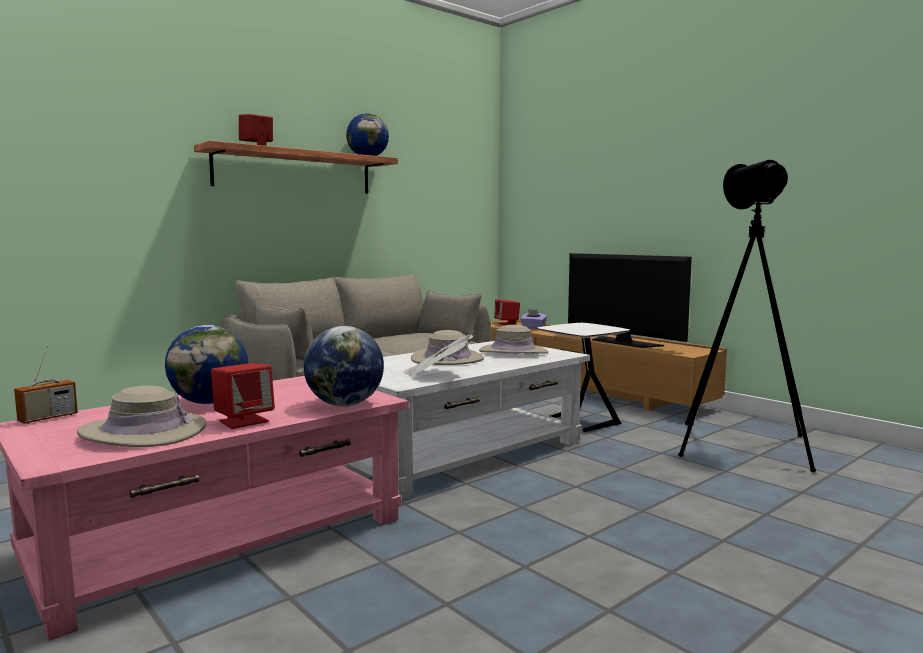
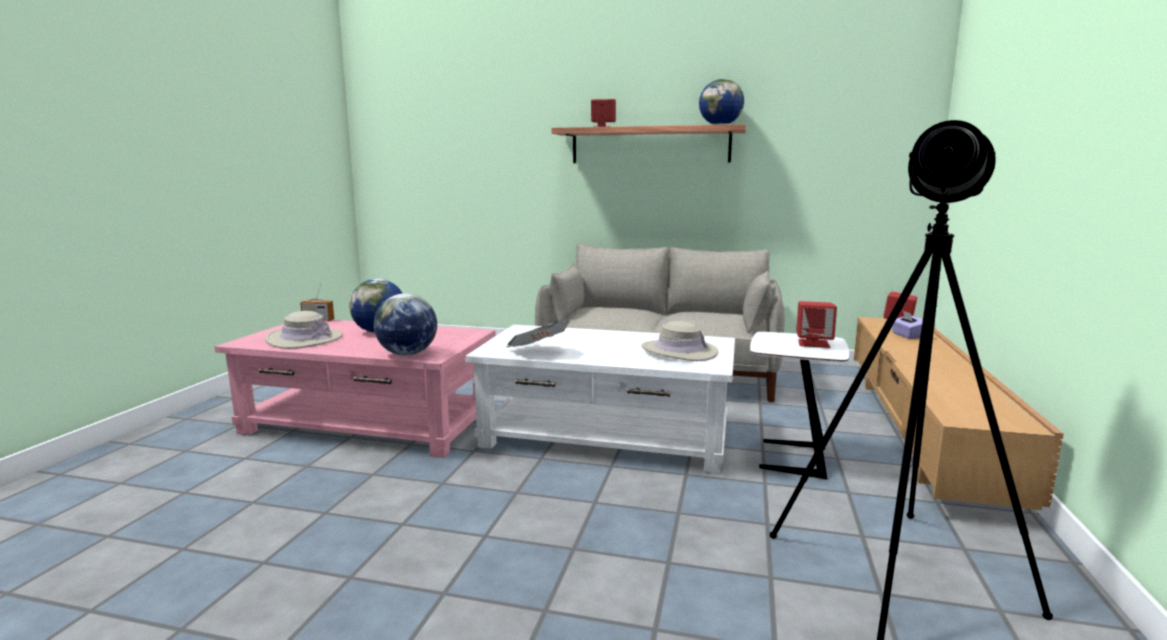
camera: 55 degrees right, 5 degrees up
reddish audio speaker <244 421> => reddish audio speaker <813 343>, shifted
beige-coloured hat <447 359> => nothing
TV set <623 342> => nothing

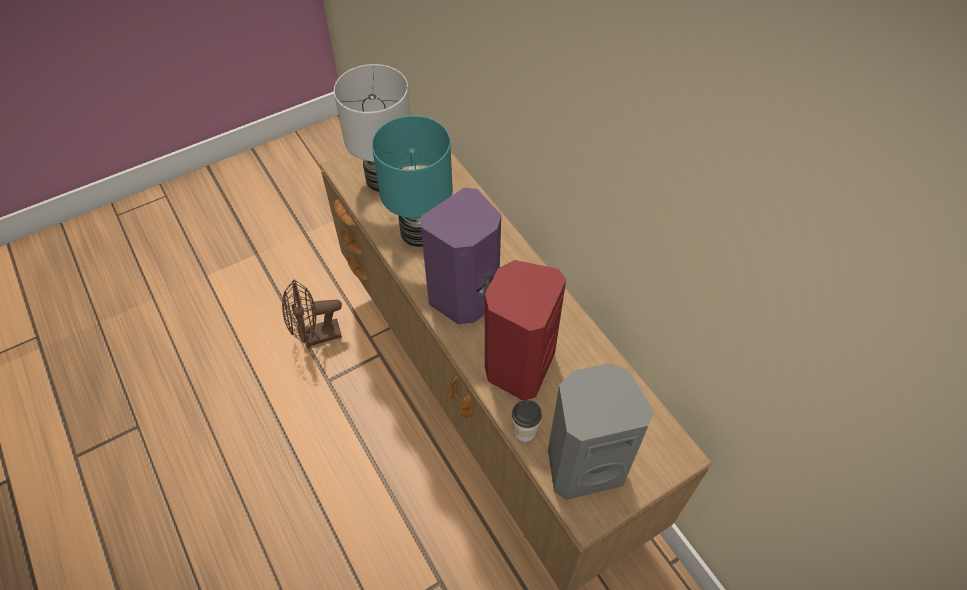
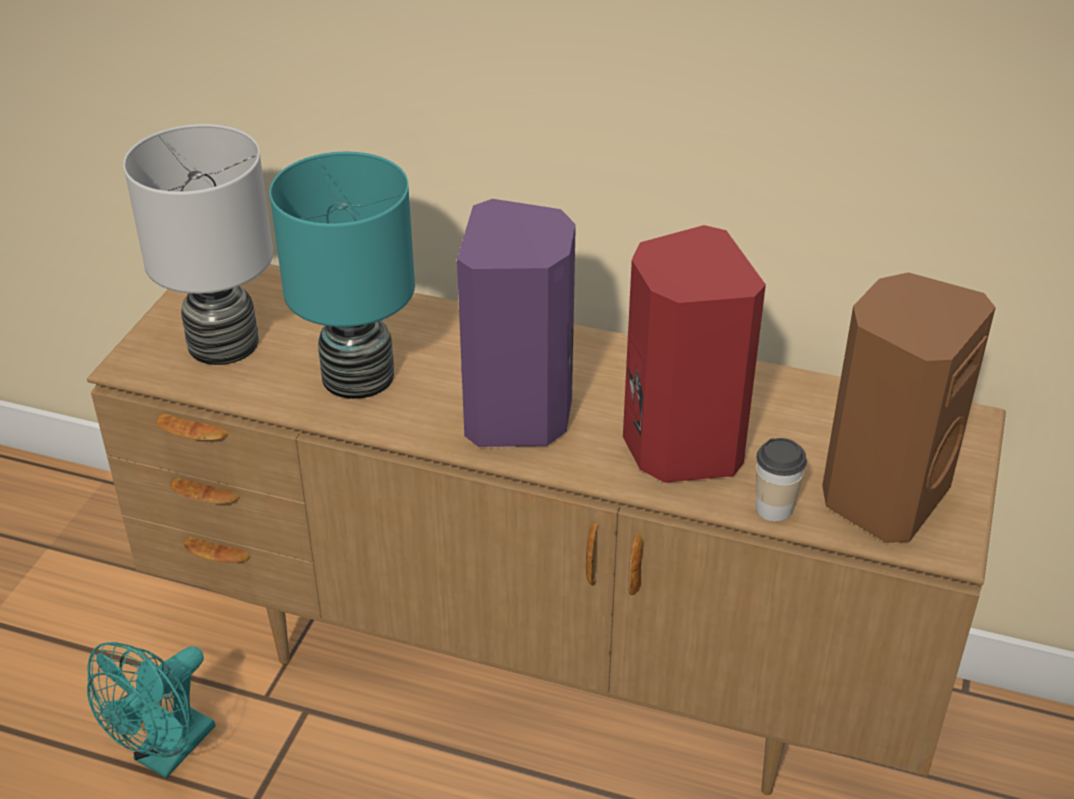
camera: 40 degrees left, 15 degrees down
brownish cooling fan <316 336> => blue-green cooling fan <167 754>
grey audio speaker <584 463> => brownish audio speaker <881 496>

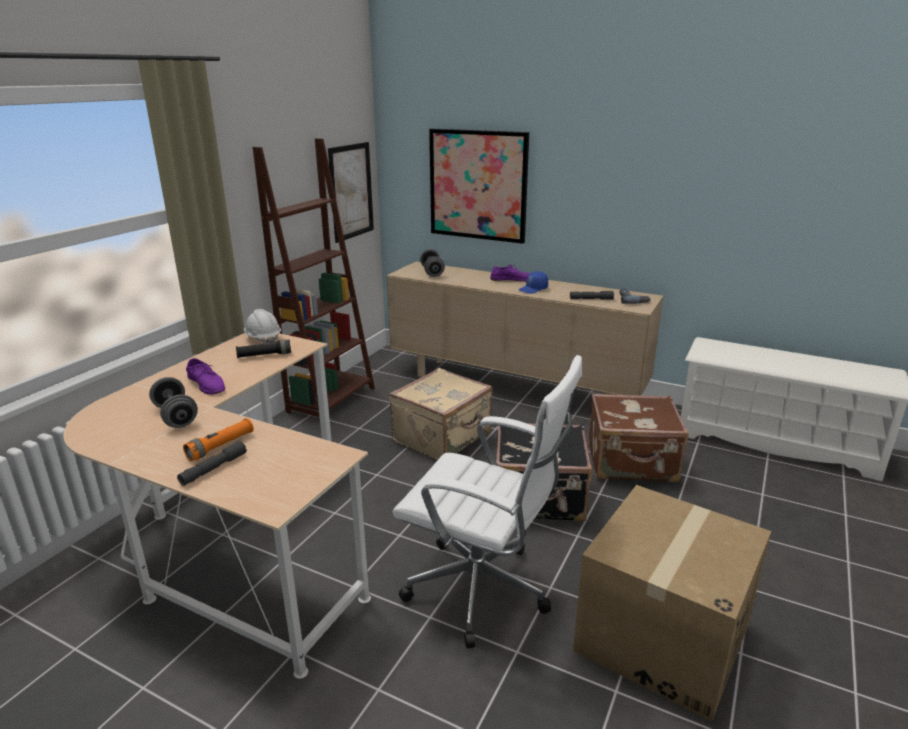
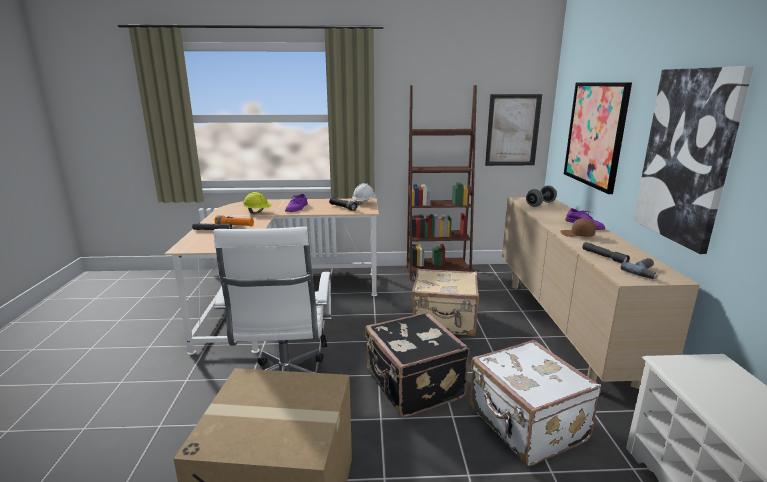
camera: 60 degrees right, 5 degrees down
grey dumbbell <176 416> => yellow-coloured work helmet <258 212>
blue peaked cap <533 289> => brownish peaked cap <577 235>
brownish travel case <632 463> => white travel case <526 425>
nothing => picture <686 156>

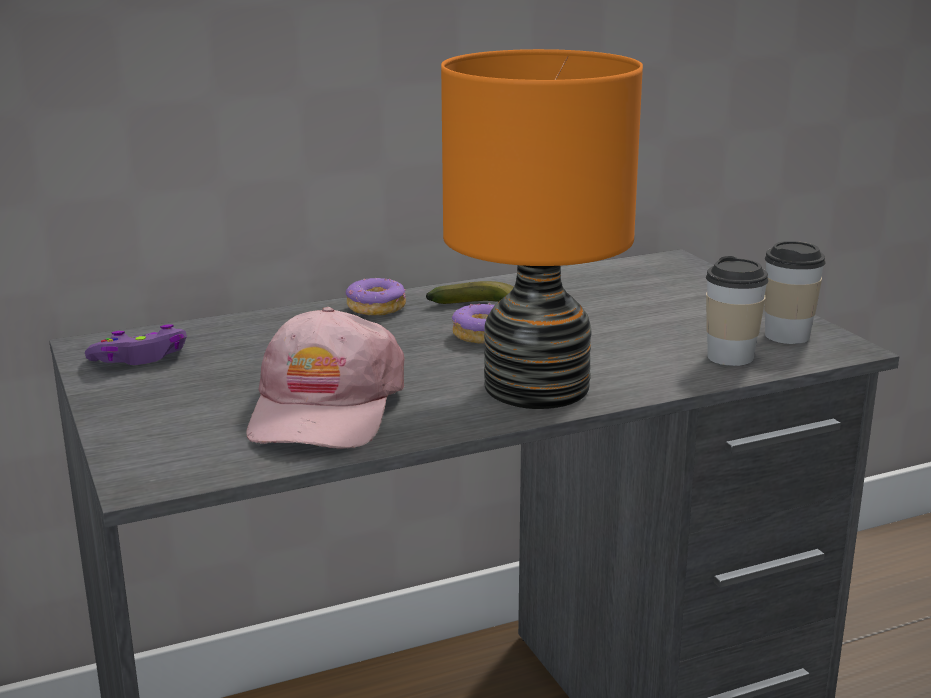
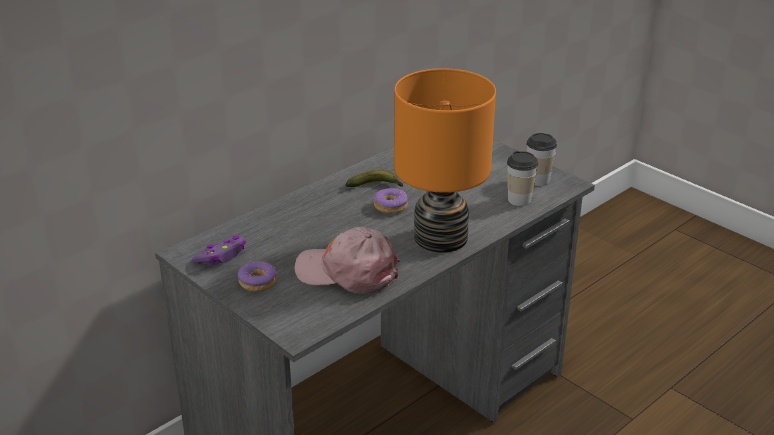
camera: 20 degrees left, 10 degrees up
pink peaked cap <325 408> => pink peaked cap <348 272>, 120 degrees clockwise
ring doughnut <376 308> => ring doughnut <258 282>, shifted

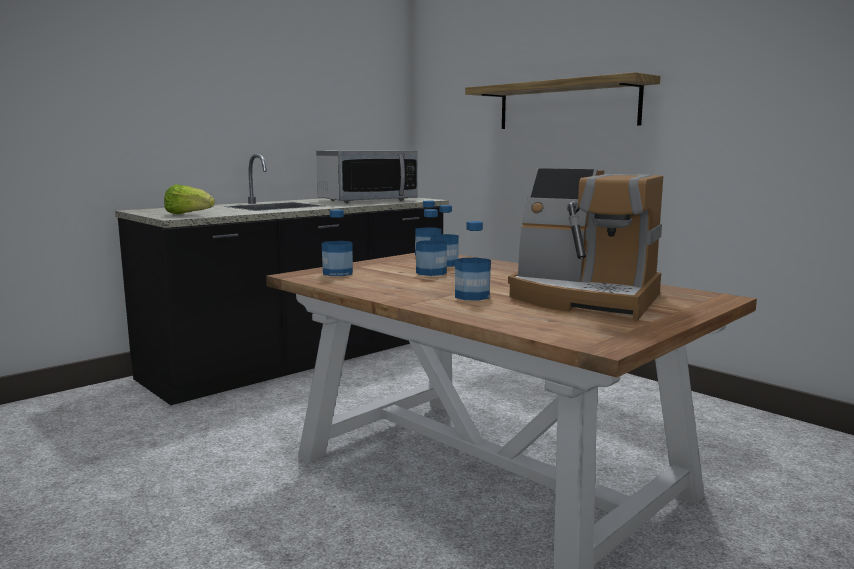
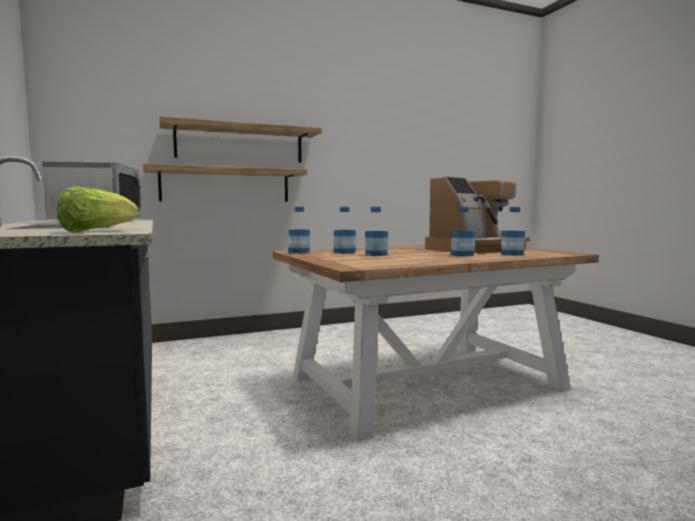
camera: 70 degrees left, 5 degrees down
beverage bottle <338 273> => beverage bottle <512 254>, shifted
nothing => bracket shelf <226 185>

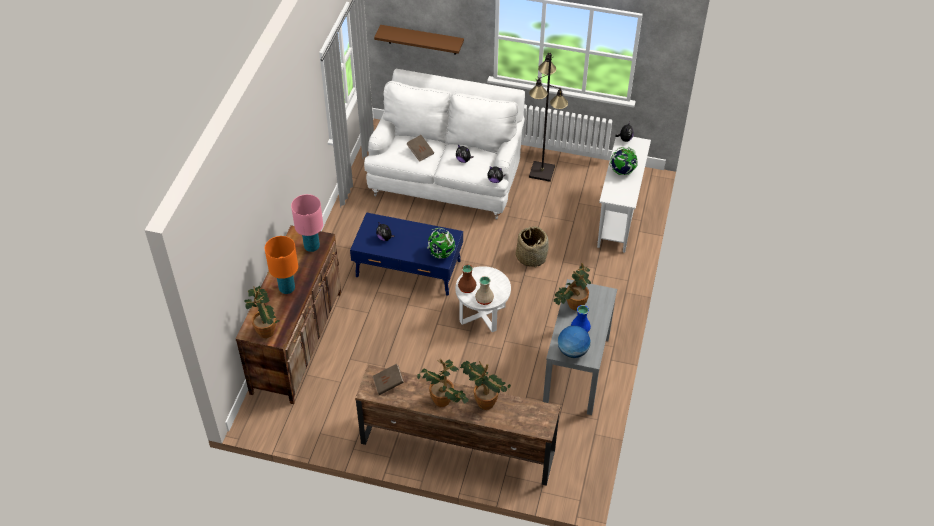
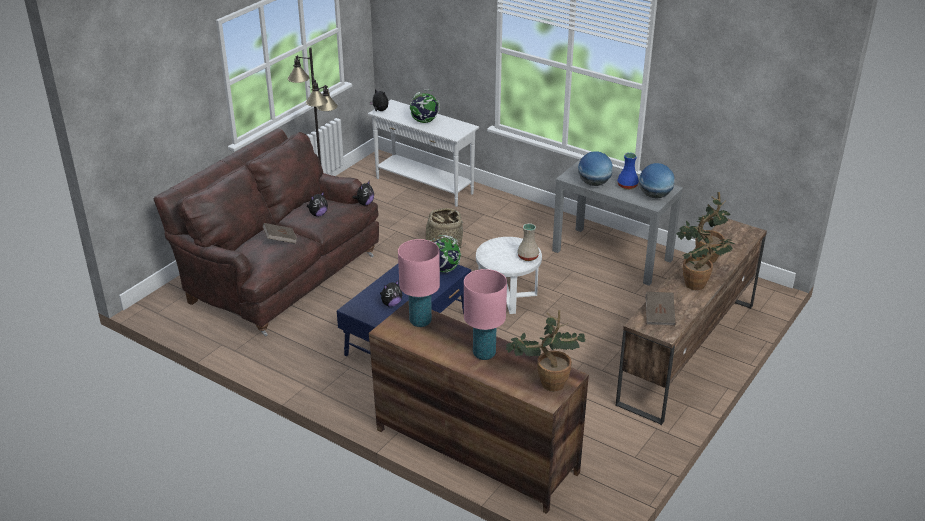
camera: 70 degrees left, 15 degrees down
orangey table lamp <287 288> => pink table lamp <484 354>
white couch <447 176> => brownish couch <278 275>
brownish bracket shelf <422 40> => nothing
brownish flower vase <466 288> => nothing
houseplant <572 306> => globe <594 183>

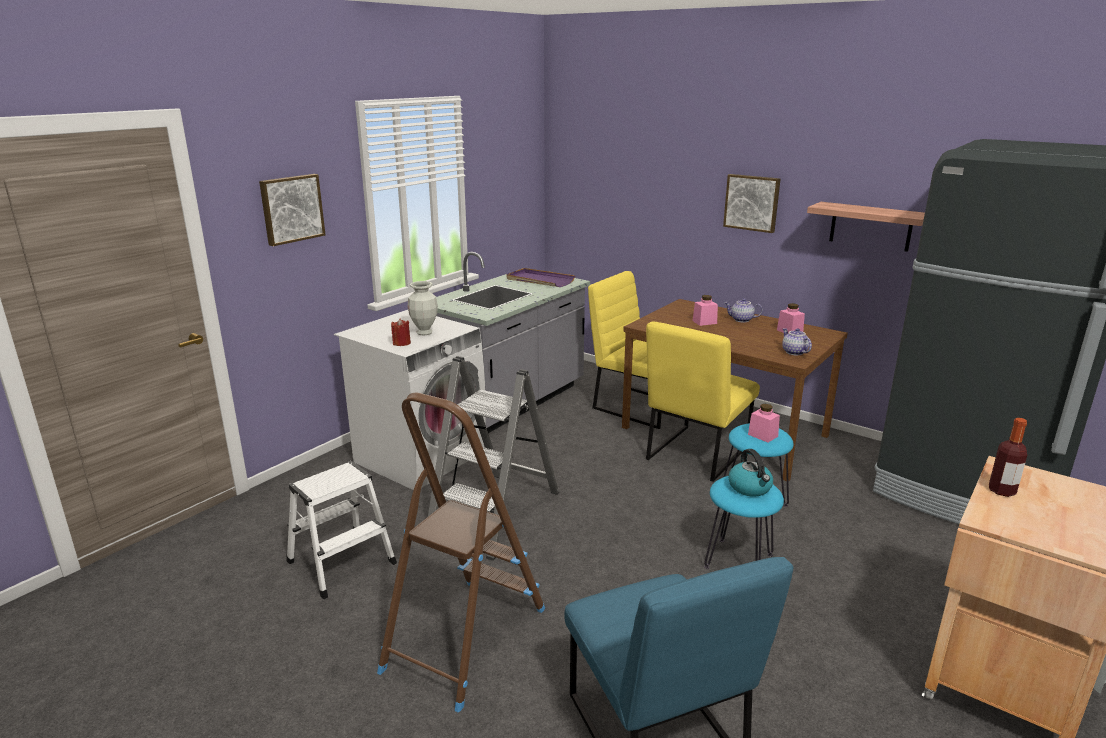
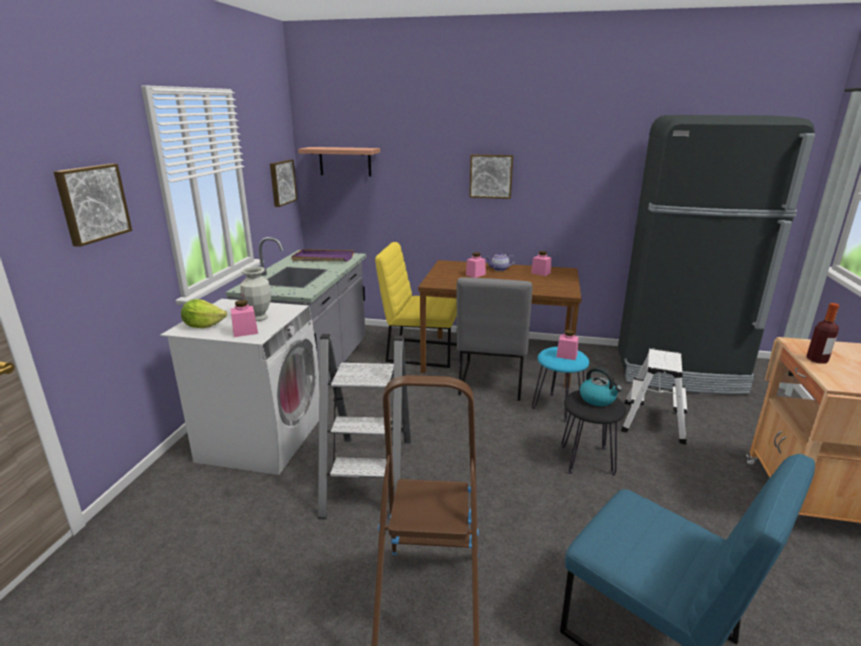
camera: 25 degrees left, 0 degrees up
white stepladder <341 562> => white stepladder <653 422>, shifted
reddish wax candle <401 343> => pink preserve jar <245 332>
yellow-coloured upright chair <695 453> => grey upright chair <491 381>
blue-green stool <738 561> => blackish stool <587 460>
tea pot <793 352> => nothing
bracket shelf <870 226> => bracket shelf <345 161>, shifted
nothing => lettuce head <203 326>
nothing => picture <281 182>

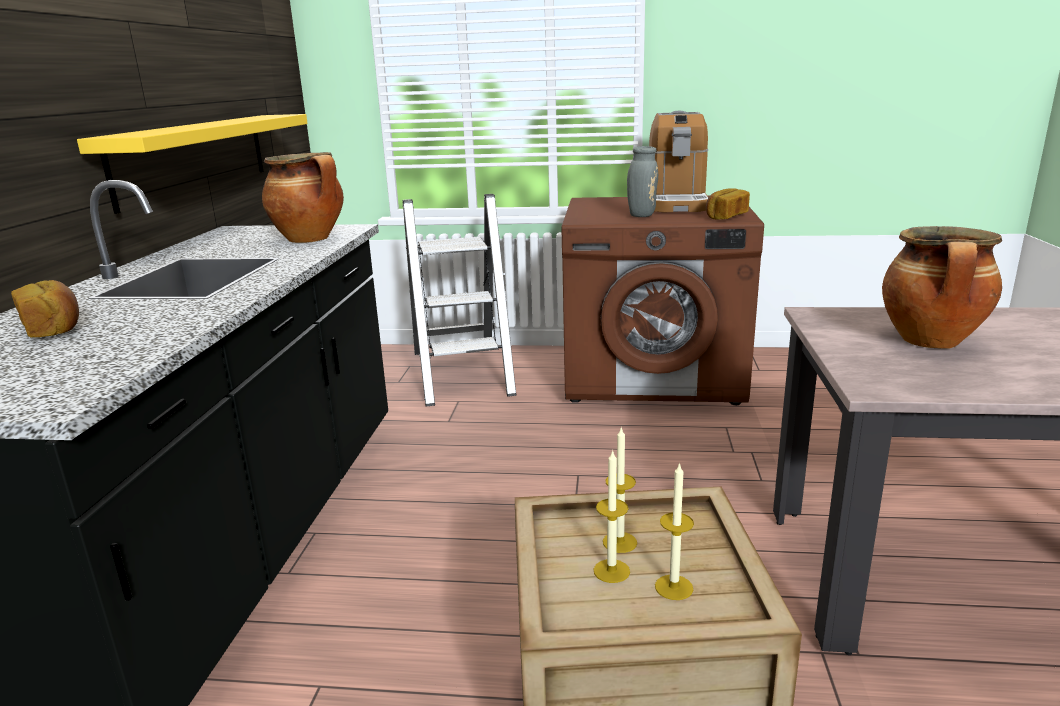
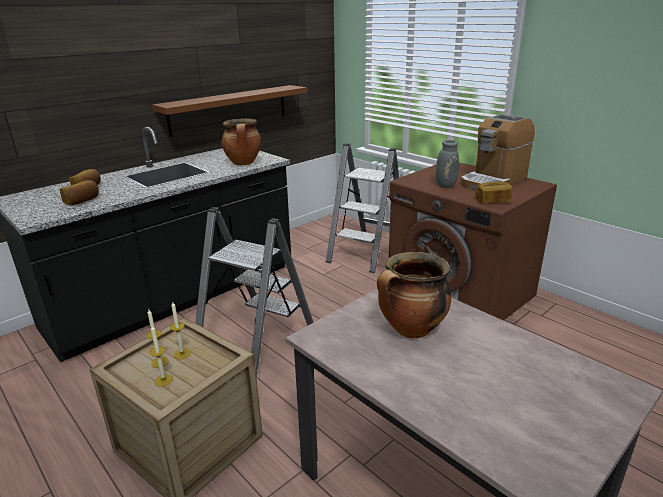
camera: 40 degrees right, 5 degrees up
yellow-coloured bracket shelf <194 157> => brownish bracket shelf <229 109>
nothing => baked bread <82 201>
nothing => grey stepladder <255 352>

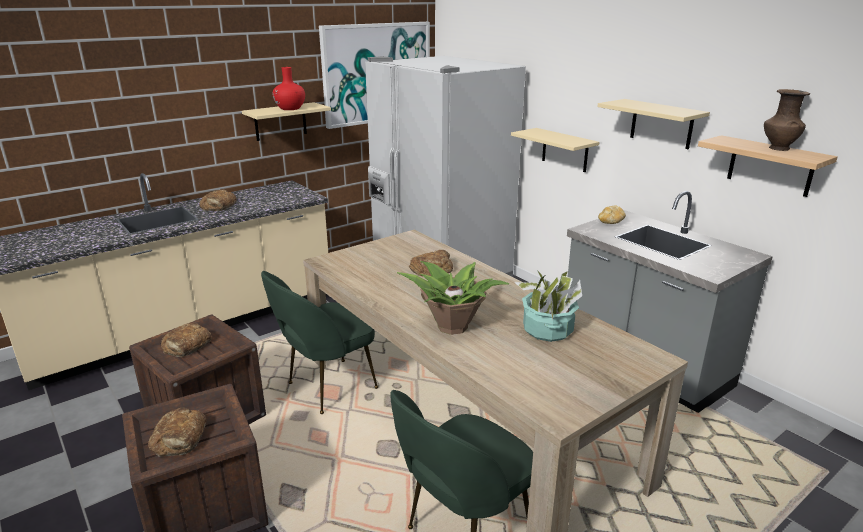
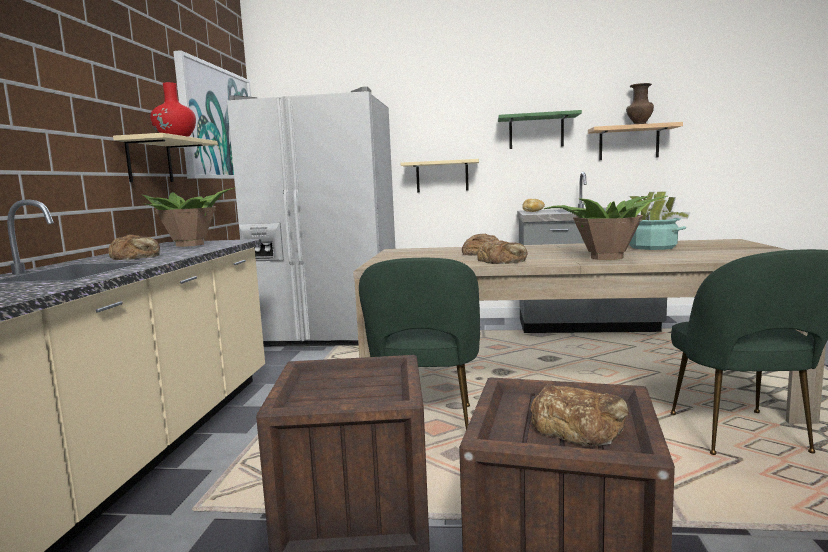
camera: 45 degrees left, 15 degrees down
baked bread <186 345> => baked bread <502 260>, shifted
beige-coloured bracket shelf <661 124> => green bracket shelf <536 132>
nothing => houseplant <190 245>

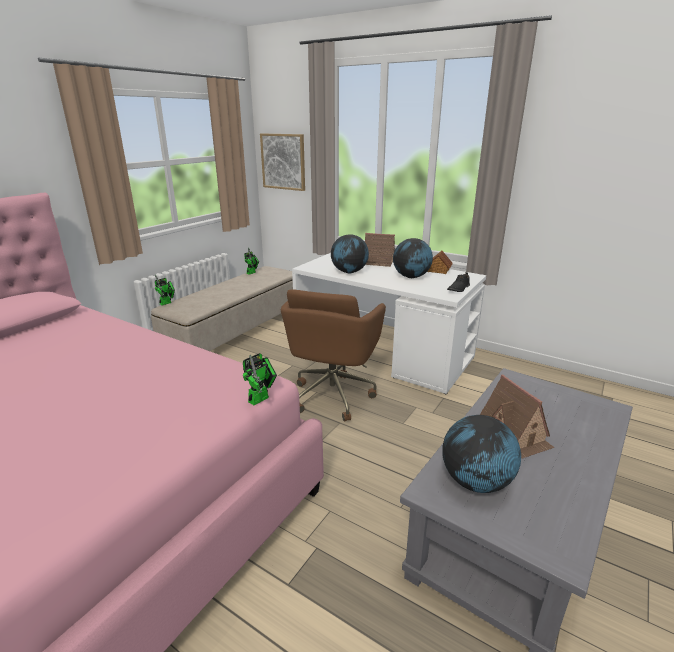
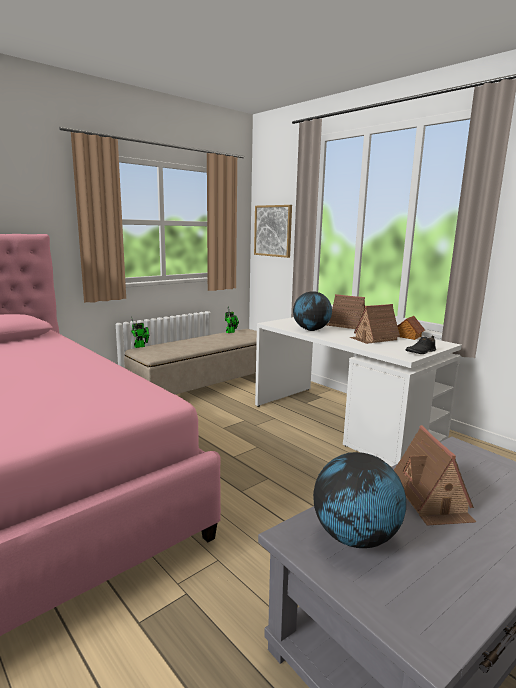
camera: 15 degrees right, 10 degrees down
toy robot <261 398> => nothing
brownish office chair <333 394> => nothing
globe <411 277> => miniature house <374 339>

